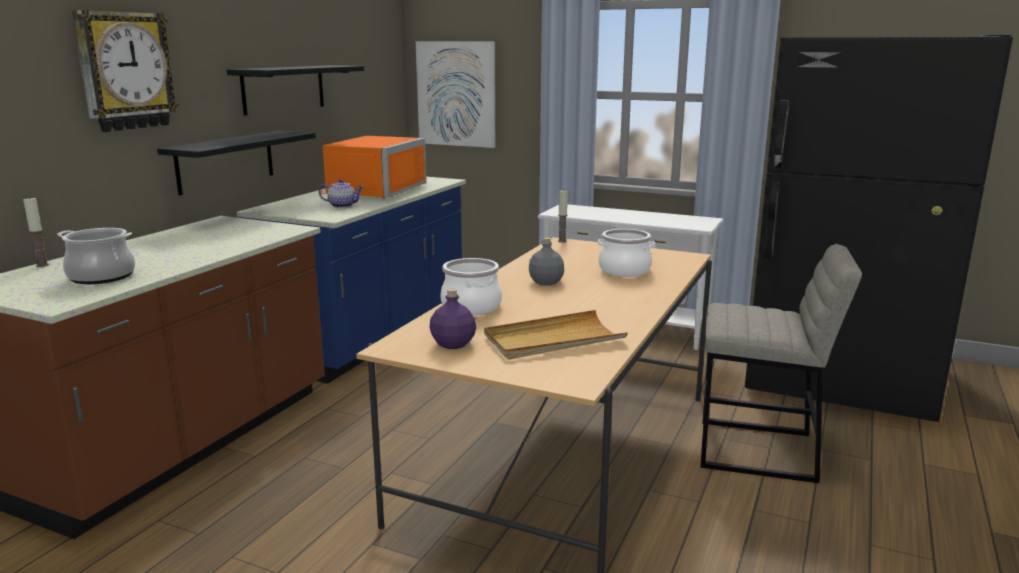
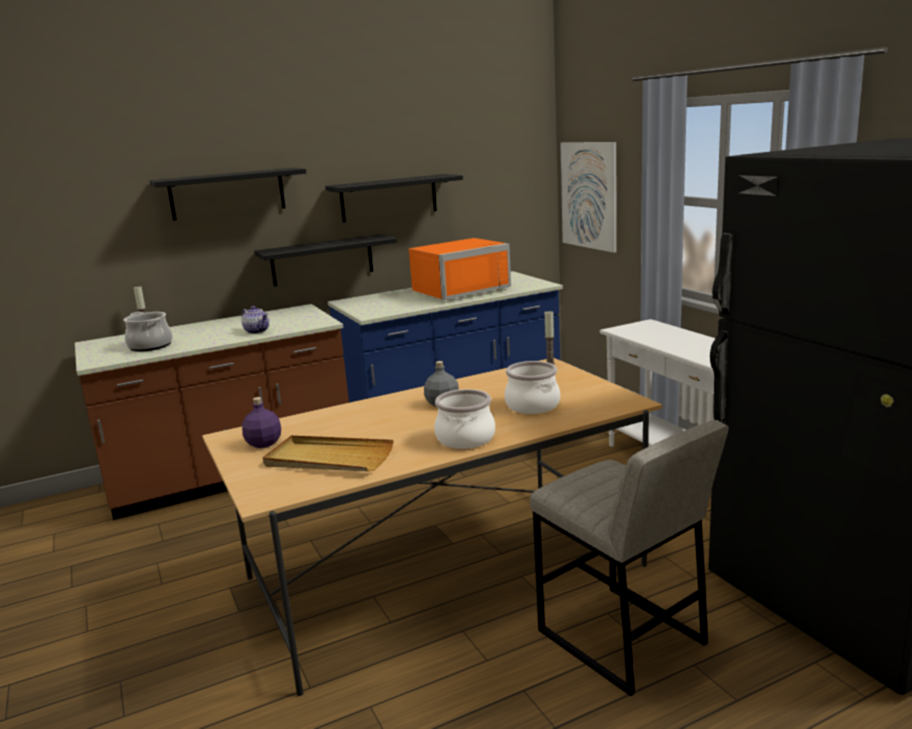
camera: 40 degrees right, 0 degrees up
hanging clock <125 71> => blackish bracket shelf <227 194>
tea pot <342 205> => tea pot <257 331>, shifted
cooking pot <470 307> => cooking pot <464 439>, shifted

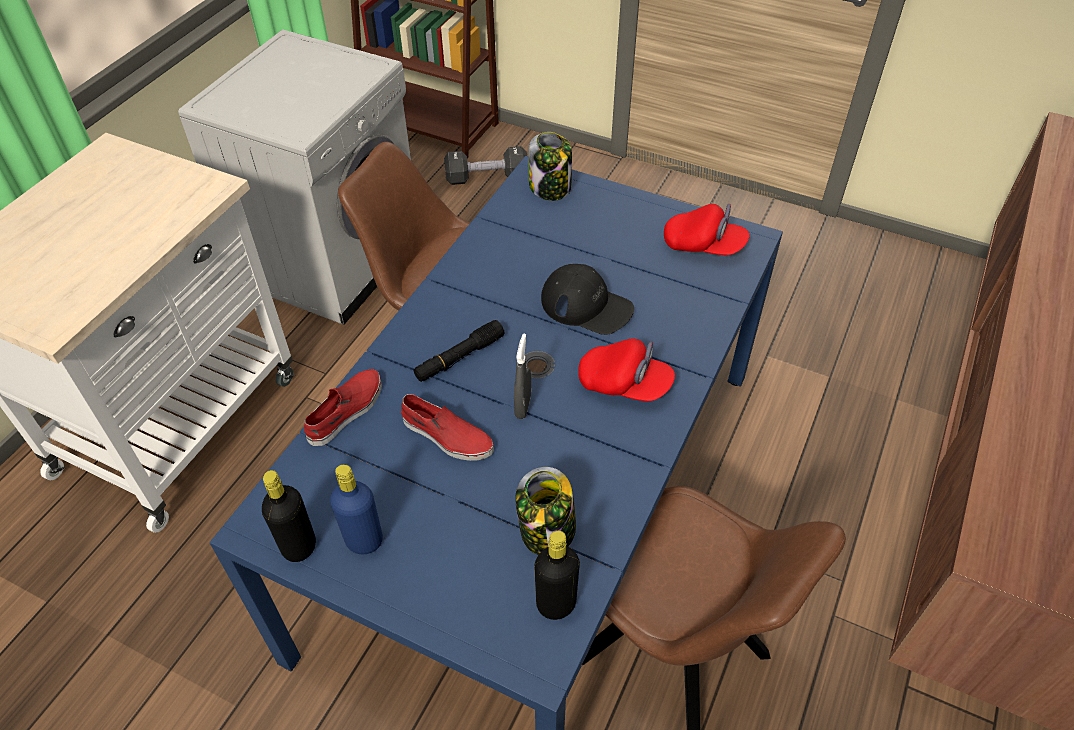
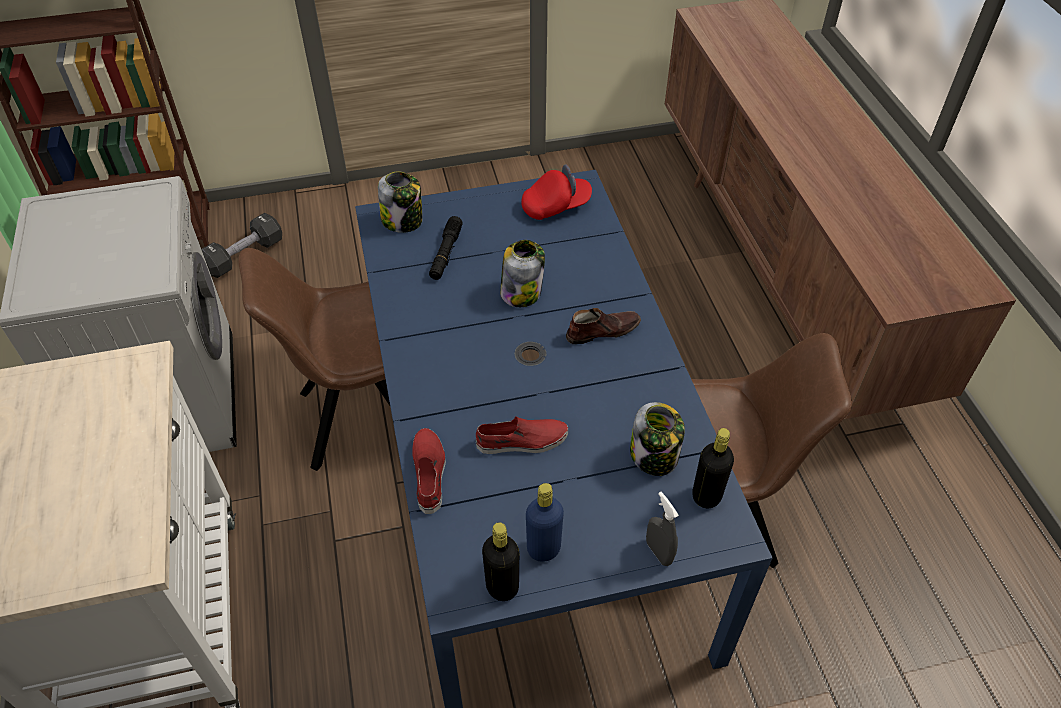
camera: 40 degrees left, 0 degrees up
blackish hand torch <459 357> => blackish hand torch <446 253>, shifted
grey hand sprayer <523 406> => grey hand sprayer <658 552>, shifted
blackish peaked cap <587 306> => preserve jar <521 292>
reddish peaked cap <624 384> => brownish shoe <602 331>

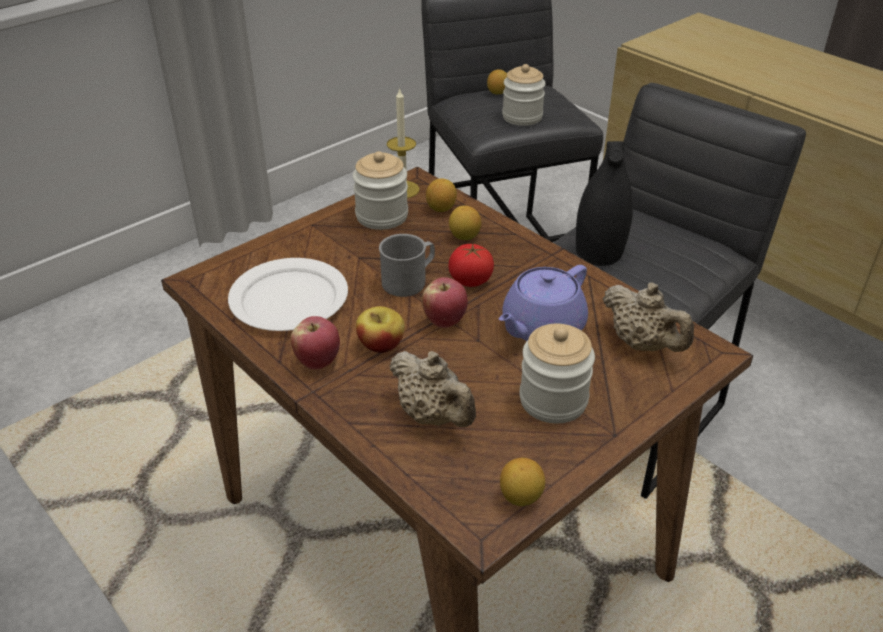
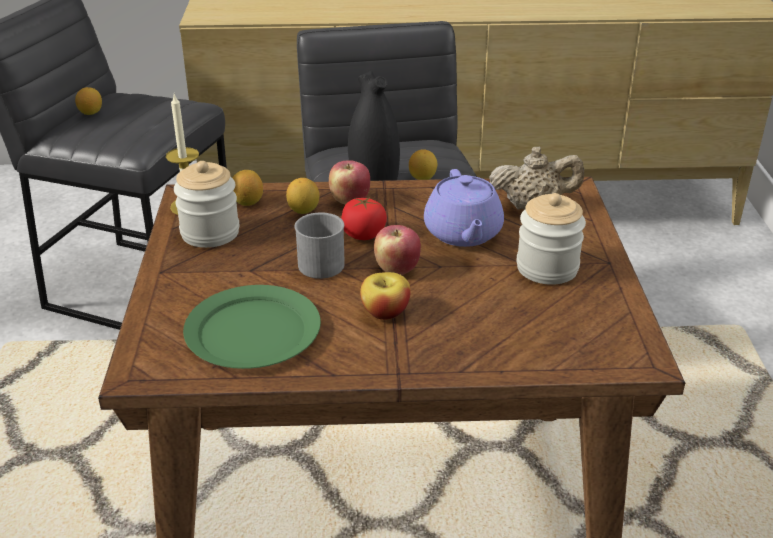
camera: 50 degrees left, 5 degrees down
white flat dish <289 298> => green flat dish <252 331>
apple <317 361> => apple <349 201>, shifted
beige-coloured tea pot <433 416> => nothing
citrus fruit <521 497> => citrus fruit <422 178>, shifted
preserve jar <522 117> => nothing

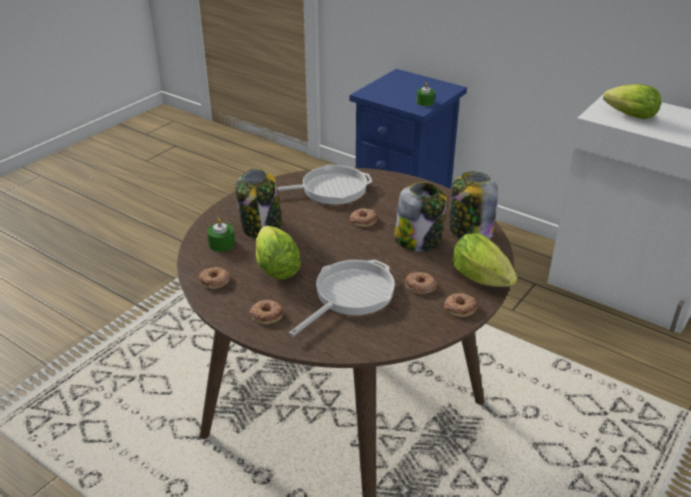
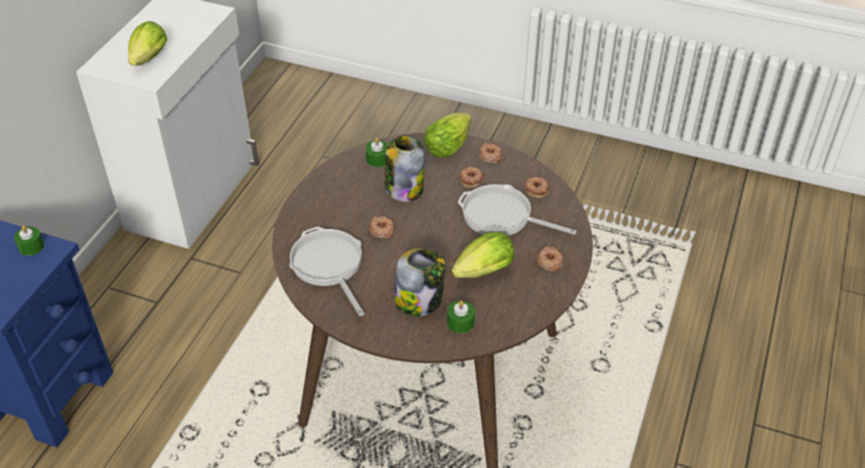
camera: 105 degrees left, 10 degrees up
ring doughnut <214 281> => ring doughnut <536 189>, shifted
preserve jar <470 231> => green wax candle <377 159>

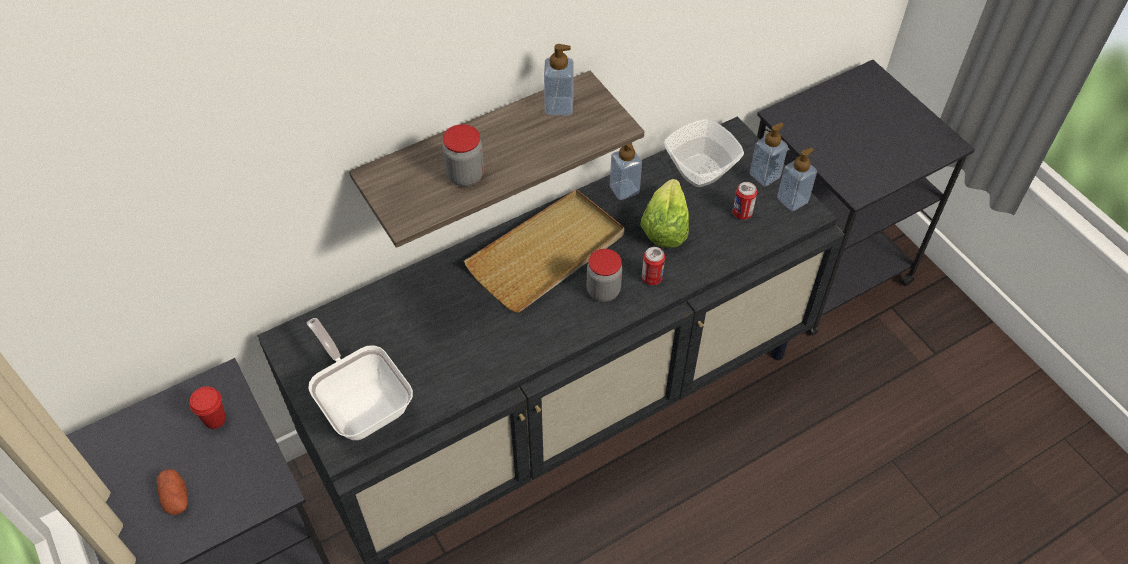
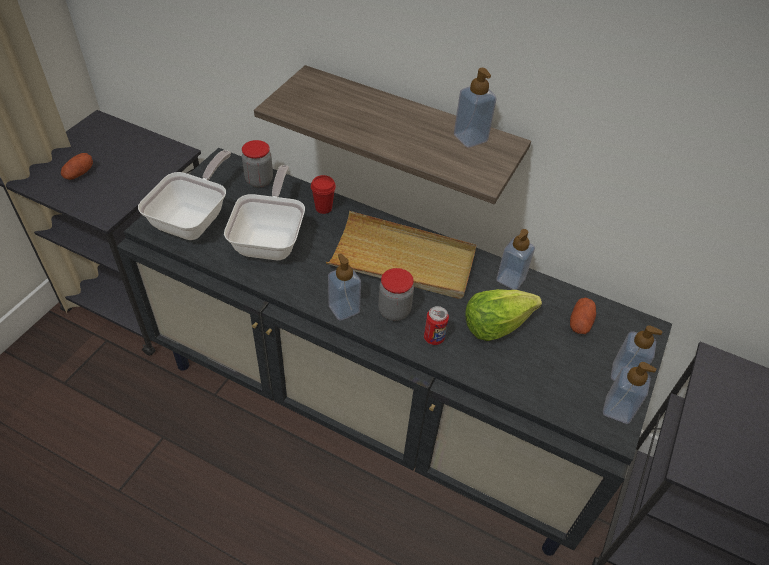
camera: 55 degrees right, 5 degrees down
reddish drinking cup <215 419> => reddish drinking cup <323 208>, shifted
preserve jar <465 175> => preserve jar <259 180>, shifted
bowl <700 171> => potato <580 322>
metal can <742 213> => nothing
nothing => pan <271 239>
nothing => soap bottle <344 309>

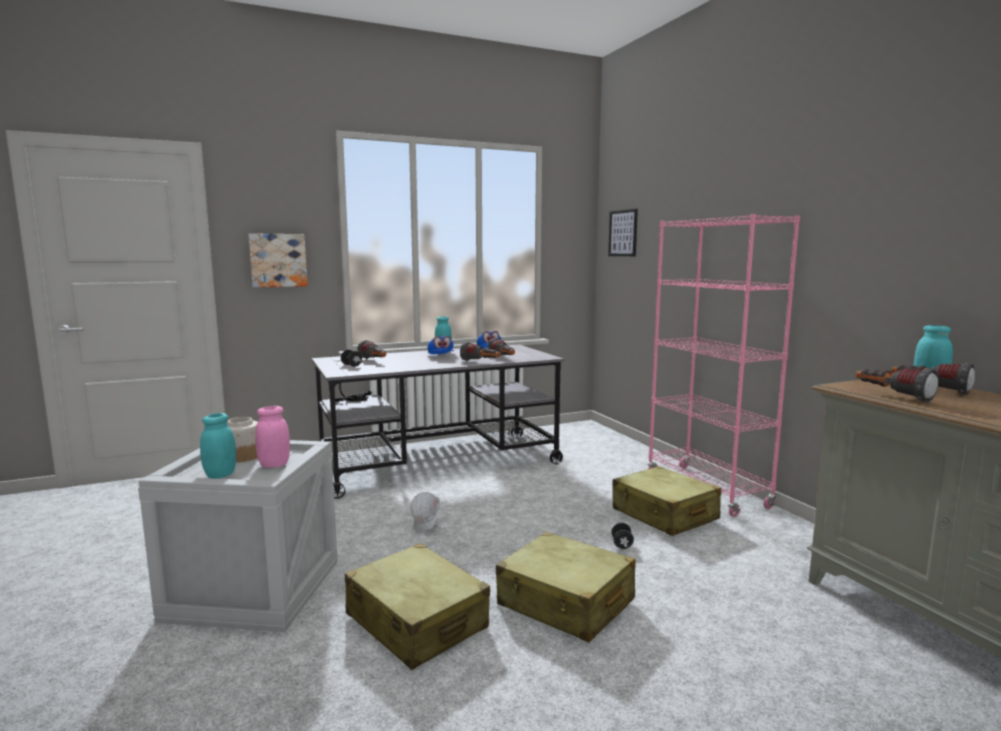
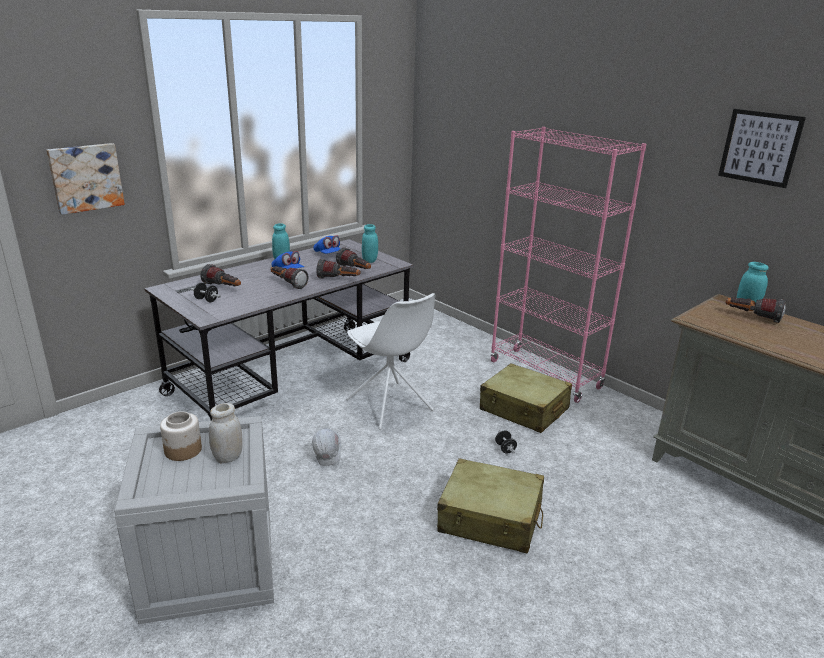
camera: 20 degrees left, 15 degrees up
blue-green preserve jar <220 475> => blue-green preserve jar <369 260>, shifted
pink preserve jar <274 465> => white preserve jar <228 457>
beige-coloured travel case <416 622> => nothing
picture <623 233> => picture <760 147>, shifted
hand torch <892 396> => hand torch <287 284>, shifted
nothing => white upright chair <390 406>

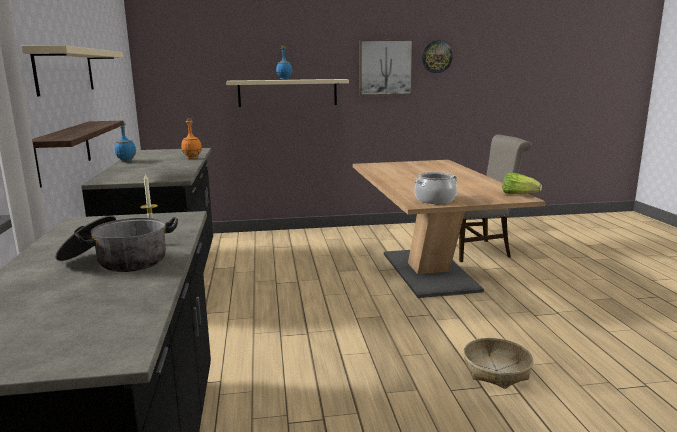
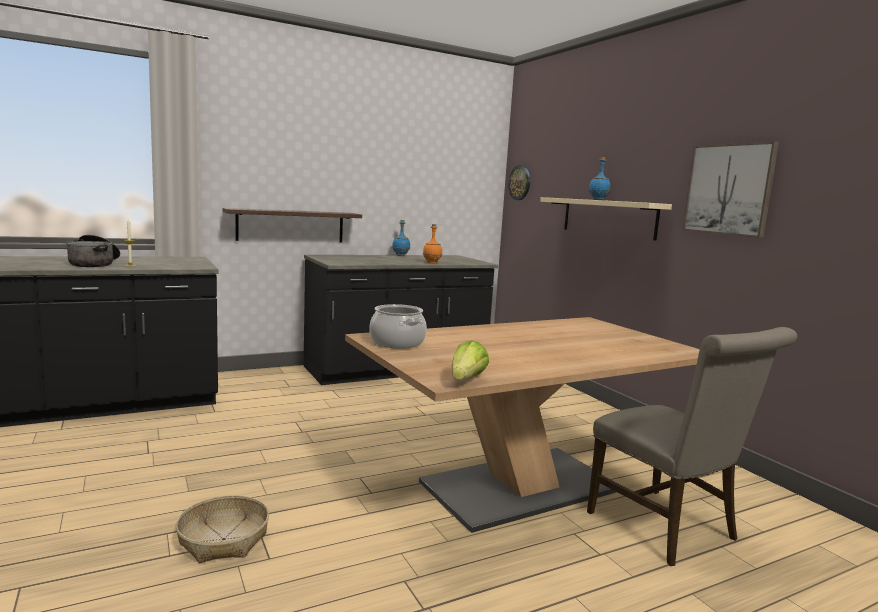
camera: 70 degrees right, 5 degrees down
beige-coloured bracket shelf <65 71> => nothing
hanging clock <436 57> => hanging clock <520 182>, shifted

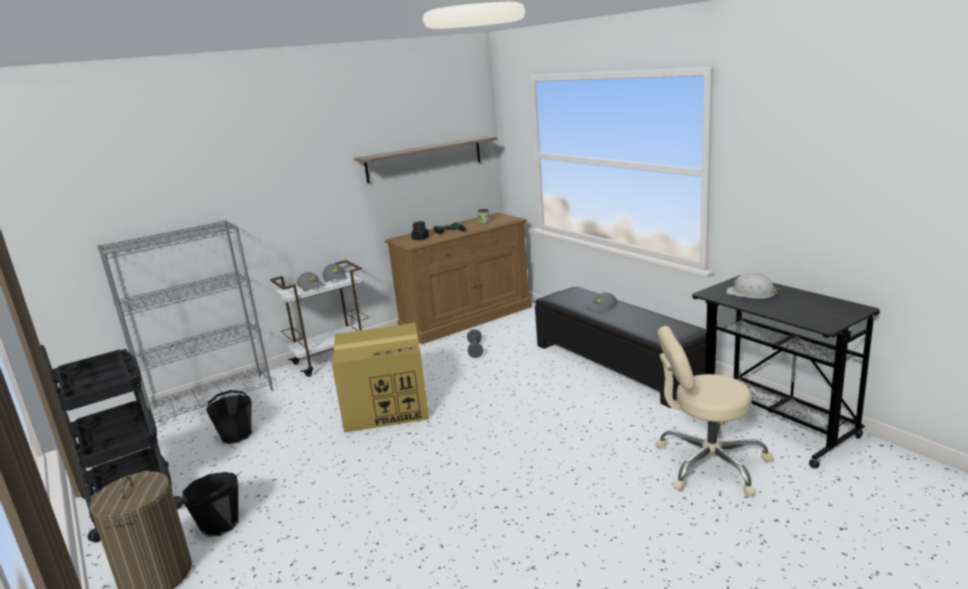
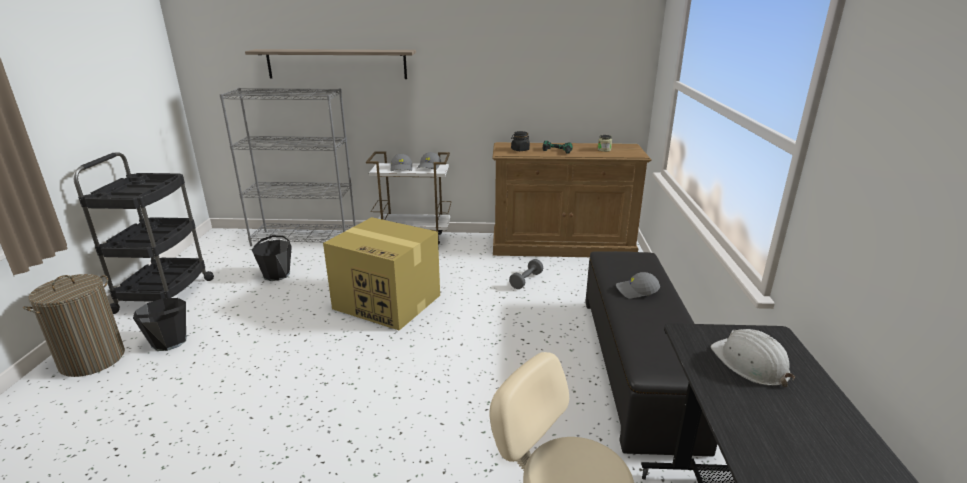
camera: 35 degrees right, 5 degrees up
bracket shelf <424 159> => bracket shelf <336 64>, shifted

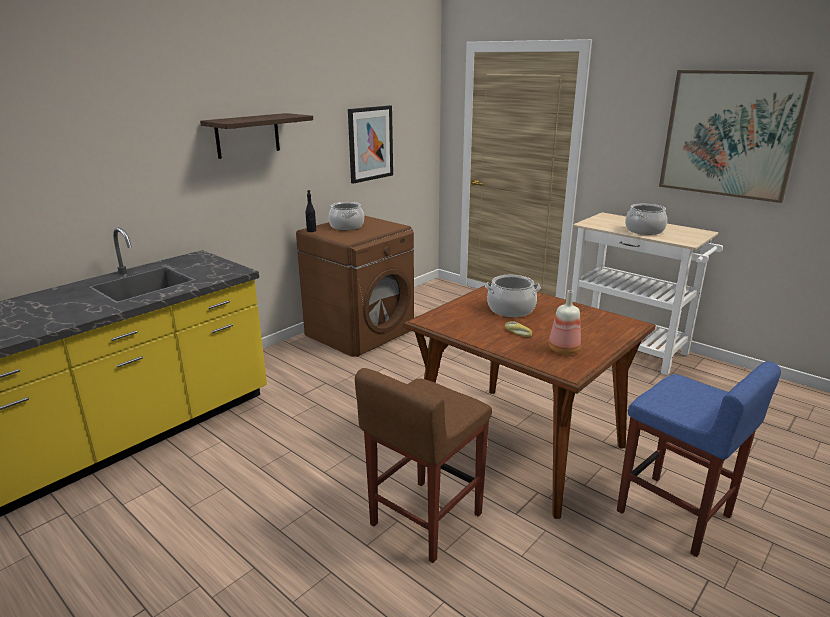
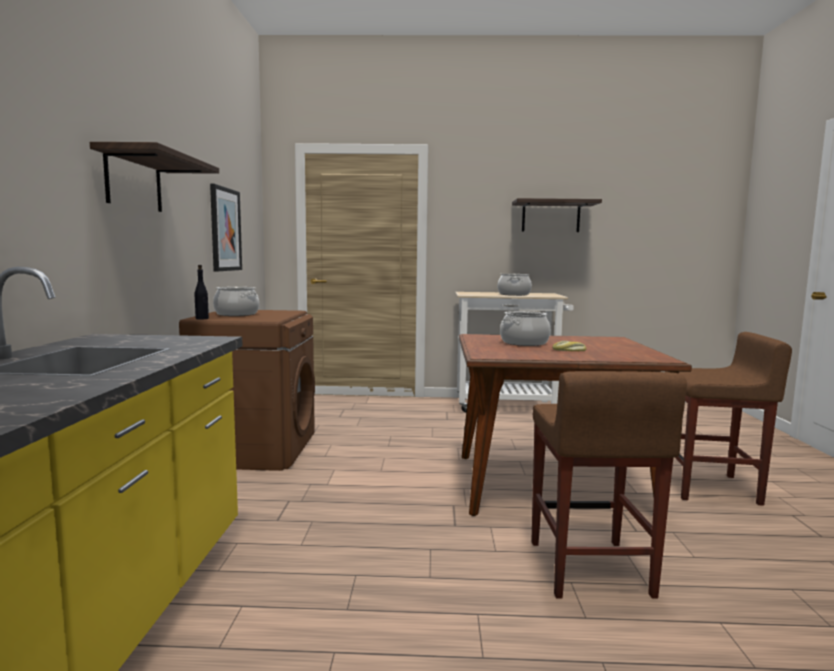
camera: 40 degrees left, 15 degrees down
beverage bottle <563 350> => nothing
blue stool <675 514> => brownish stool <710 487>
picture <729 134> => bracket shelf <550 217>

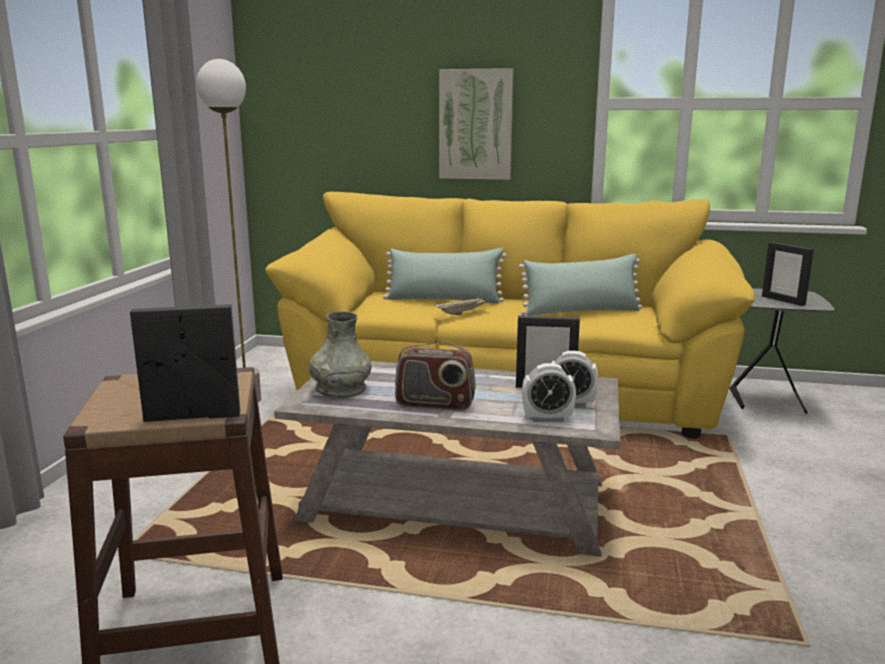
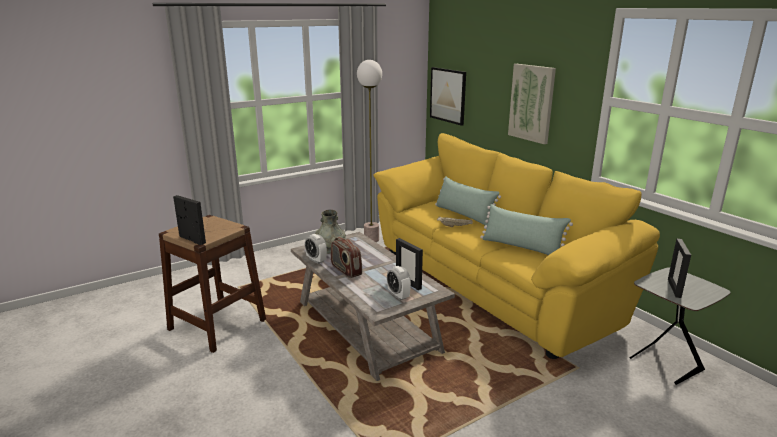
camera: 45 degrees right, 5 degrees up
alarm clock <547 418> => alarm clock <316 260>, shifted
nothing => picture <448 95>

